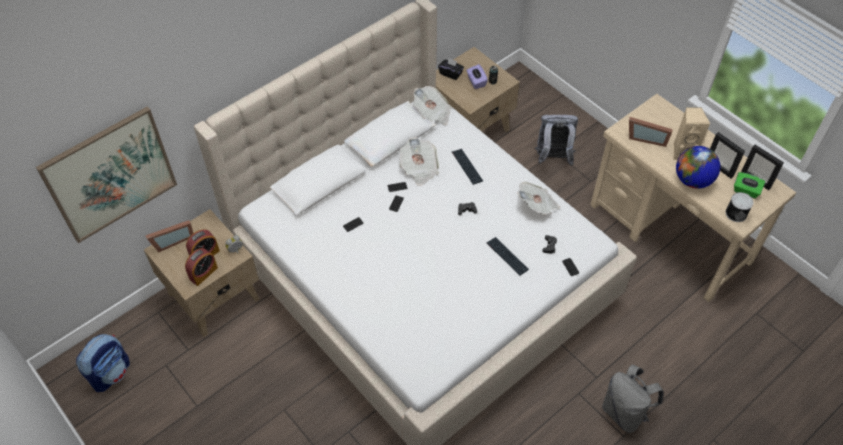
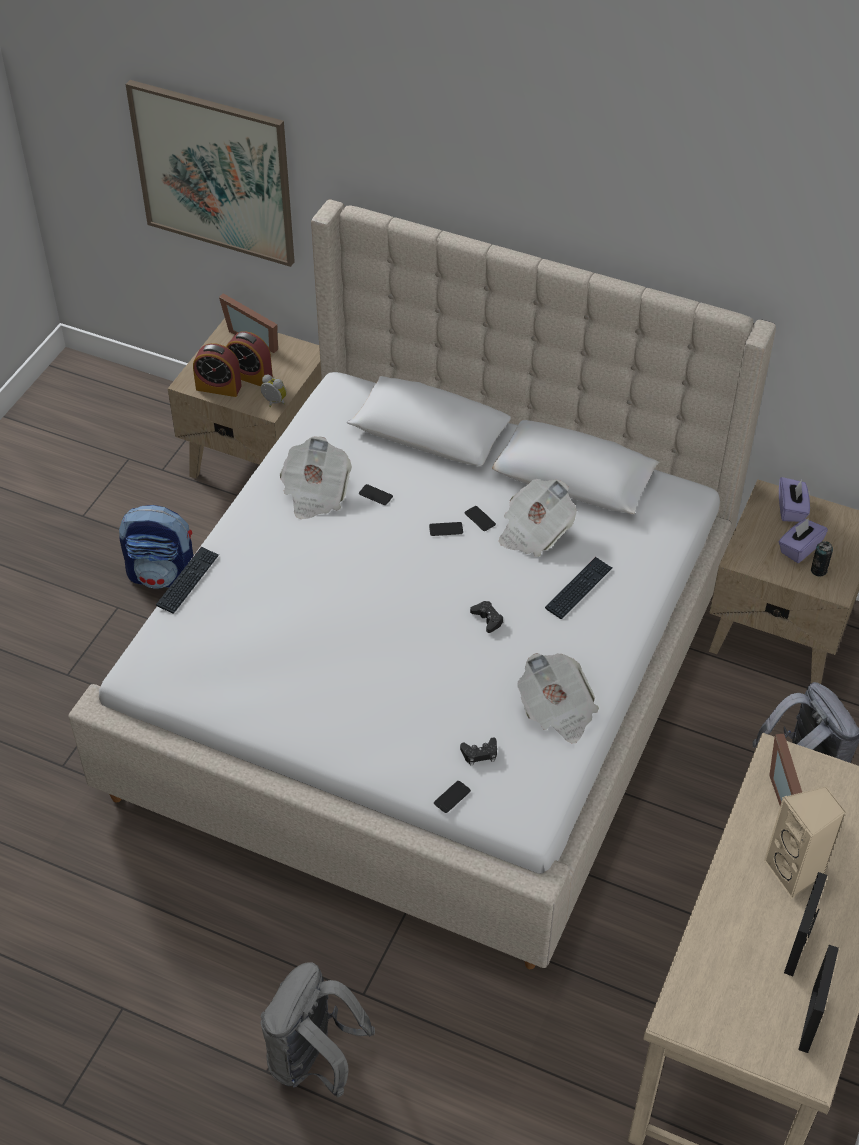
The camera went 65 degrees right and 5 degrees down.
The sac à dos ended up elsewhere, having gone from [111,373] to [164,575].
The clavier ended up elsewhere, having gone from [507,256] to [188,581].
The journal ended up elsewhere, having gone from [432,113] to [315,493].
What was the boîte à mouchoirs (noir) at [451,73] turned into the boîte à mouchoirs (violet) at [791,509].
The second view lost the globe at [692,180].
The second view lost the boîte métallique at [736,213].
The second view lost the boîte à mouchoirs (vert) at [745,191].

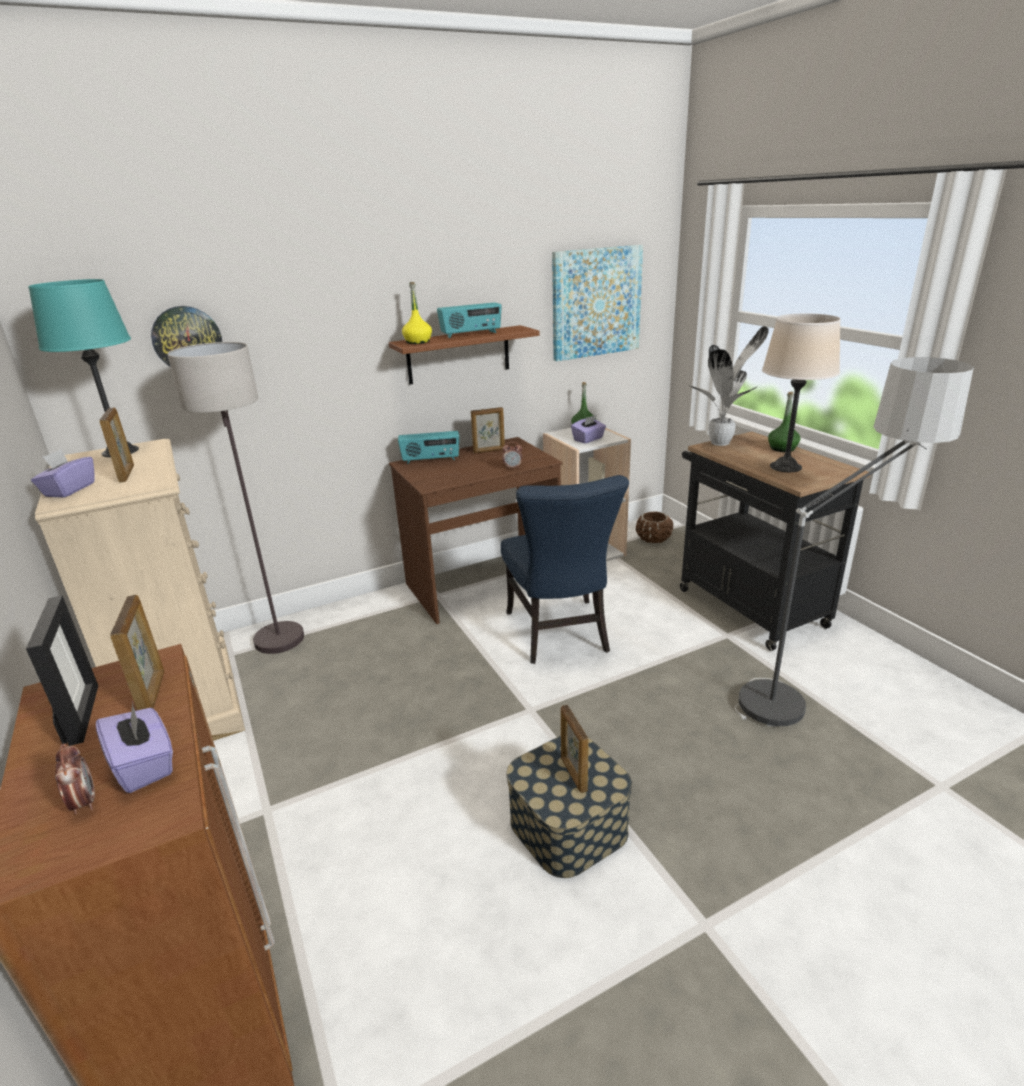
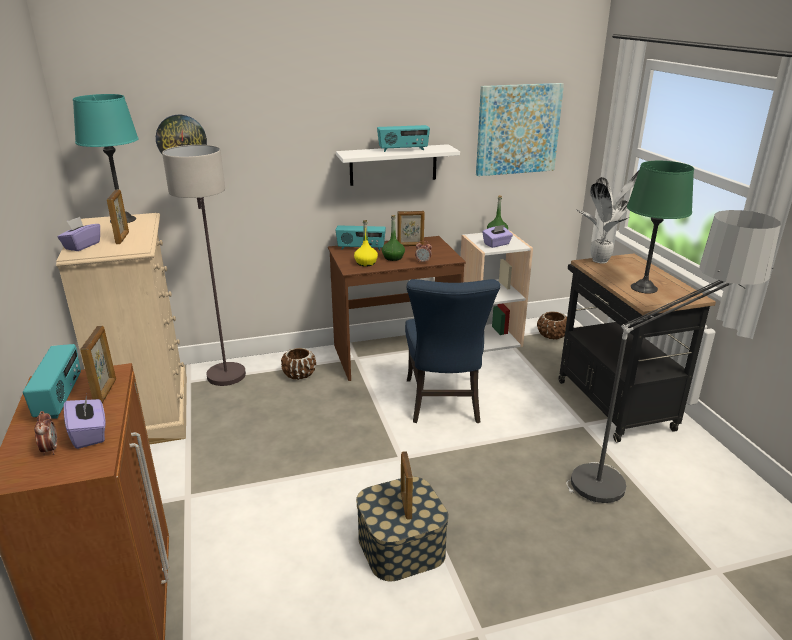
The camera went 10 degrees right and 0 degrees up.
Where the cadre photo stood at [82,714], the radio came to stand at [60,398].
The second view gained the cache-pot (marron) at [299,374].
What was the étagère (marron) at [458,355] turned into the étagère (blanc) at [393,165].
The bouteille (jaune) ended up elsewhere, having gone from [418,342] to [366,263].
The bouteille (vert) ended up elsewhere, having gone from [782,448] to [393,257].
What was the lampe de table (beige) at [785,467] turned into the lampe de table (vert) at [643,288].

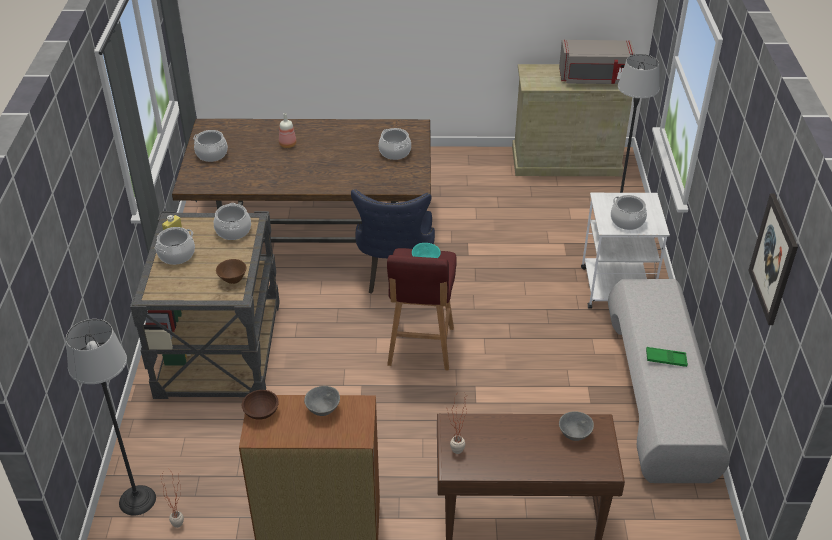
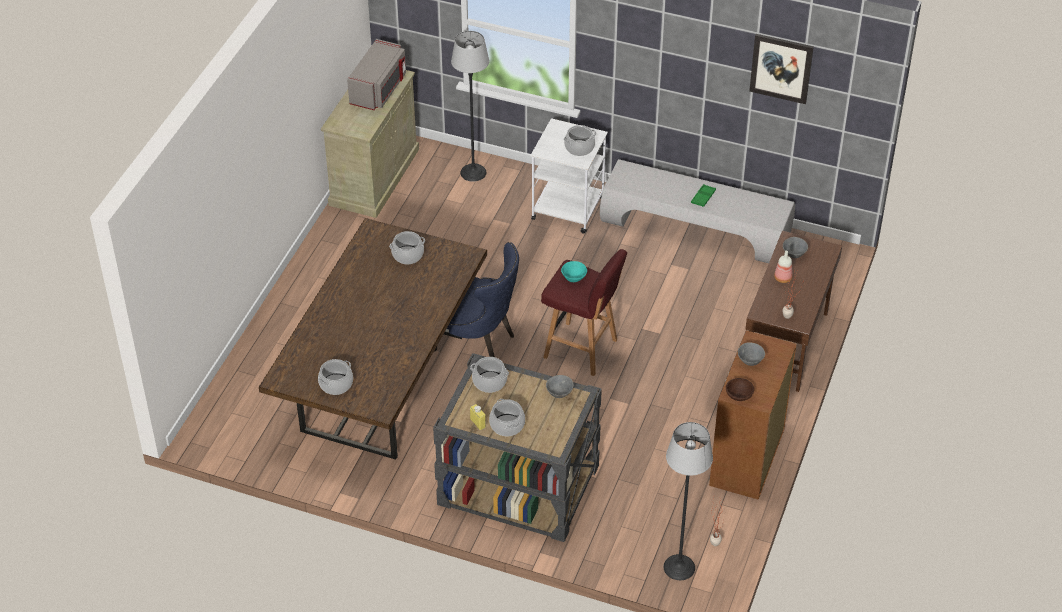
The camera went 70 degrees left and 5 degrees up.
What was the bol (marron) at [233,278] turned into the bol (gris) at [559,393].
The bouteille ended up elsewhere, having gone from [287,145] to [783,278].

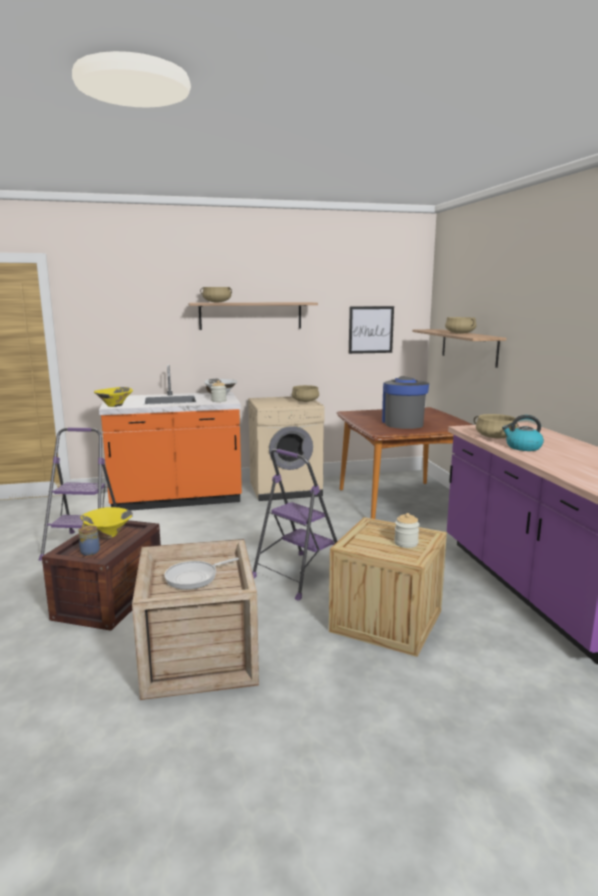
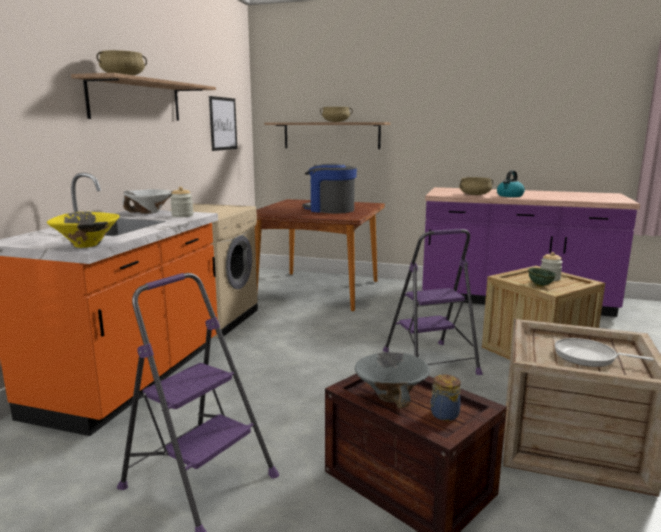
The camera went 60 degrees left and 0 degrees up.
What was the bol (jaune) at [108,535] turned into the bol (gris) at [391,396].
The second view gained the bol (vert) at [540,285].
The poêle at [194,577] ended up facing another way, 120 degrees clockwise from before.
The second view lost the marmite (beige) at [305,401].

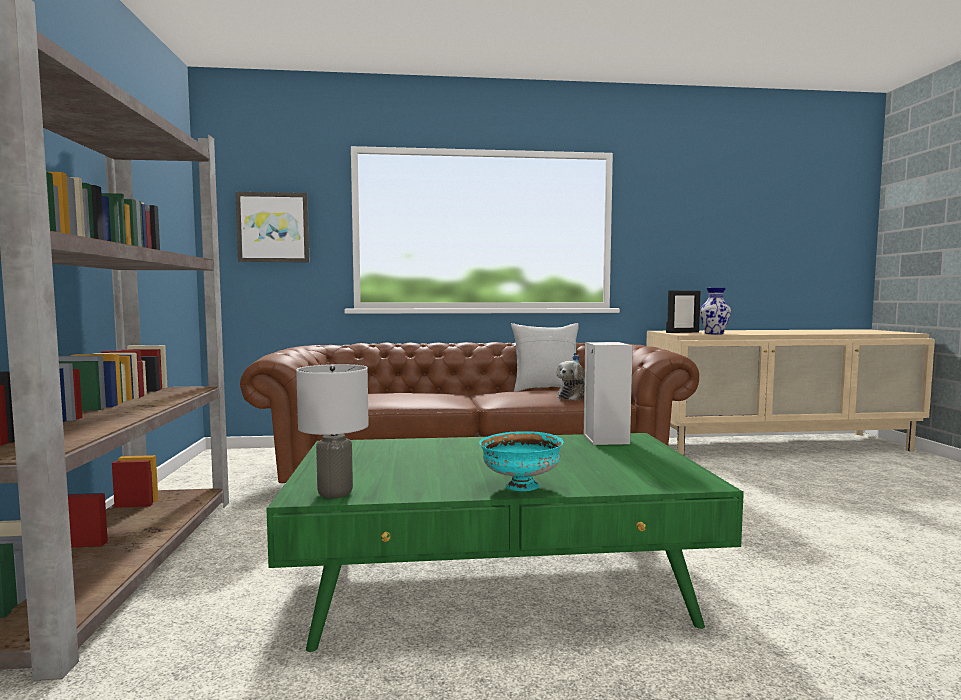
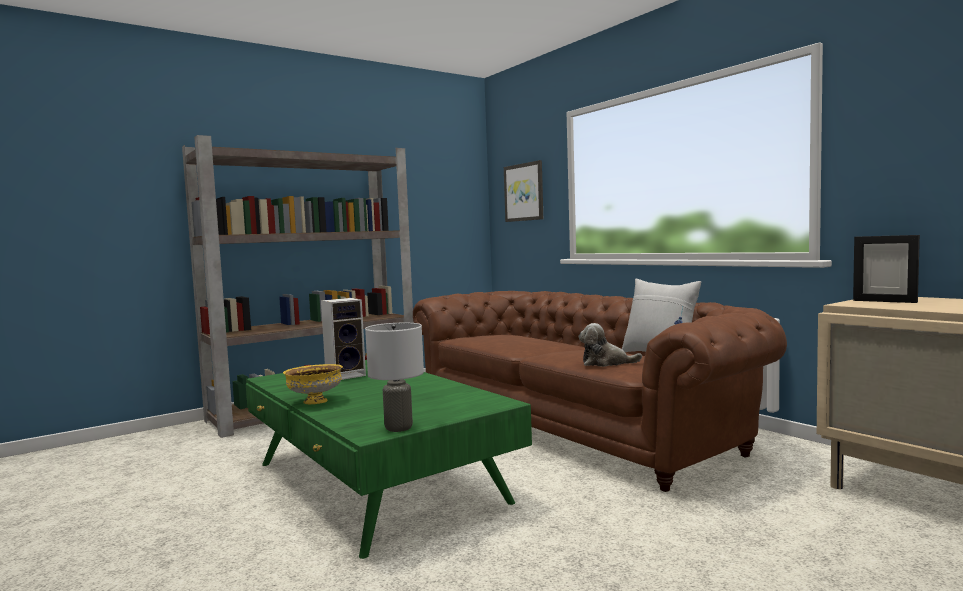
The camera went 60 degrees right and 0 degrees up.
What was the bol (turquoise) at [520,487] turned into the bol (jaune) at [314,402].
The enceinte ended up elsewhere, having gone from [604,439] to [346,375].
The lampe de table (blanc) ended up elsewhere, having gone from [334,494] to [397,428].
The second view lost the vase at [714,333].

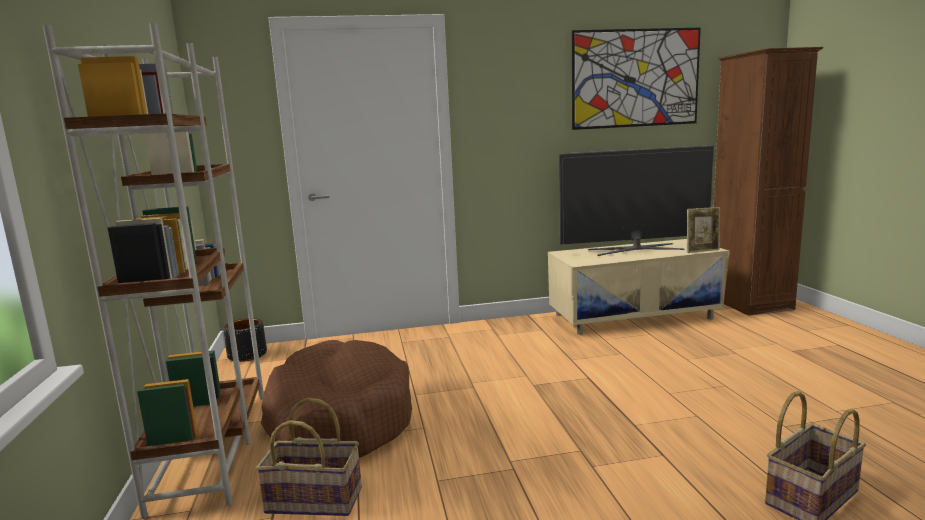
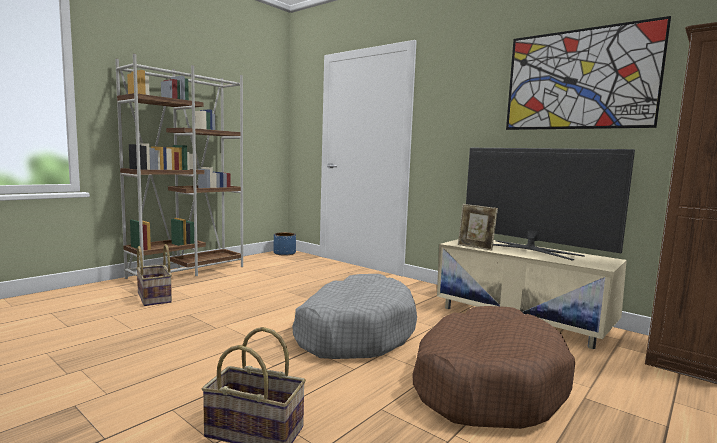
The camera went 50 degrees right and 5 degrees down.
What was the cache-pot (noir) at [247,355] turned into the cache-pot (bleu) at [284,253].
The second view gained the panier pour chien (gris) at [354,332].
The panier pour chien (marron) ended up elsewhere, having gone from [339,419] to [486,383].
The cadre photo ended up elsewhere, having gone from [702,251] to [475,247].

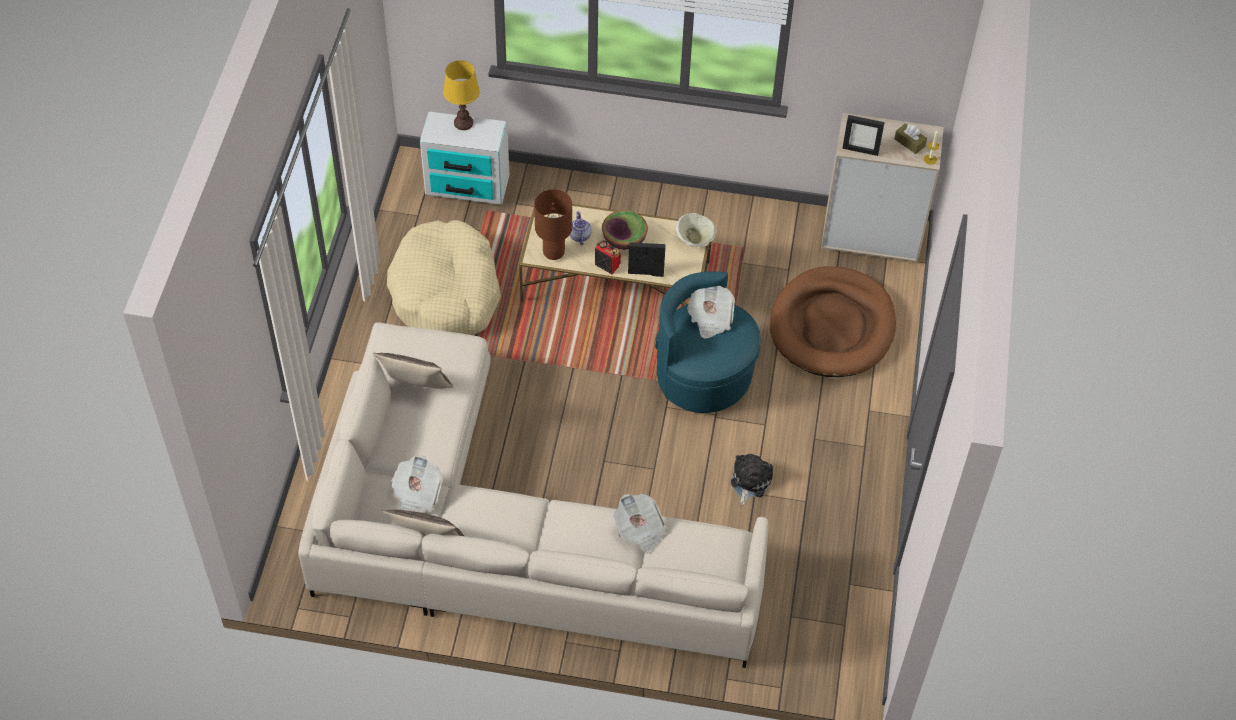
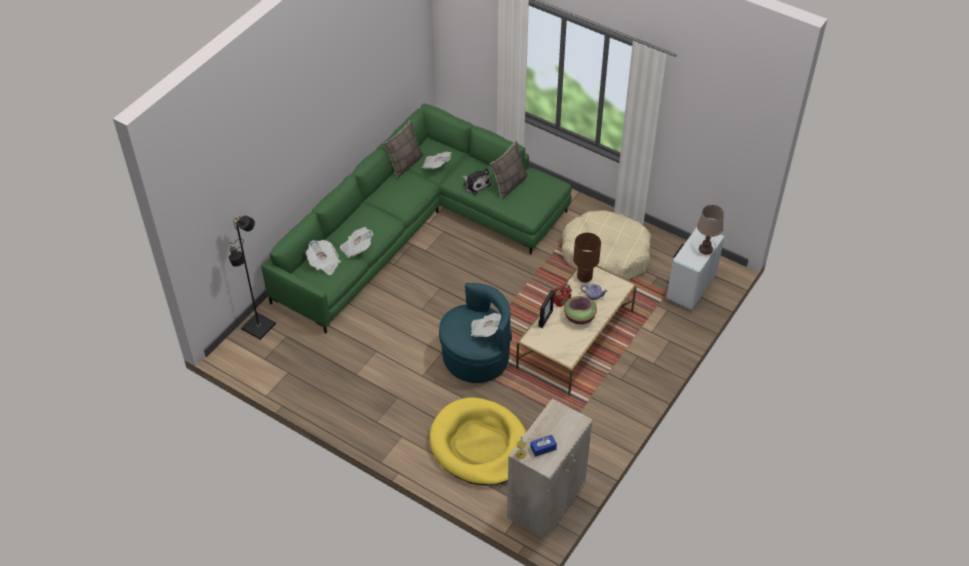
The camera went 115 degrees right and 5 degrees down.
The second view gained the lampadaire (noir) at [258,326].
What was the canapé (beige) at [500,535] turned into the canapé (vert) at [417,228].
The second view gained the journal at [324,263].
What was the panier pour chien (marron) at [832,326] turned into the panier pour chien (jaune) at [480,445].
The peluche ended up elsewhere, having gone from [749,482] to [475,184].
What was the boîte à mouchoirs (marron) at [909,142] turned into the boîte à mouchoirs (bleu) at [543,448].
What was the lampe de table (jaune) at [463,123] turned into the lampe de table (marron) at [705,249].
The second view lost the bol (beige) at [694,240].
The second view lost the cadre photo at [860,150].

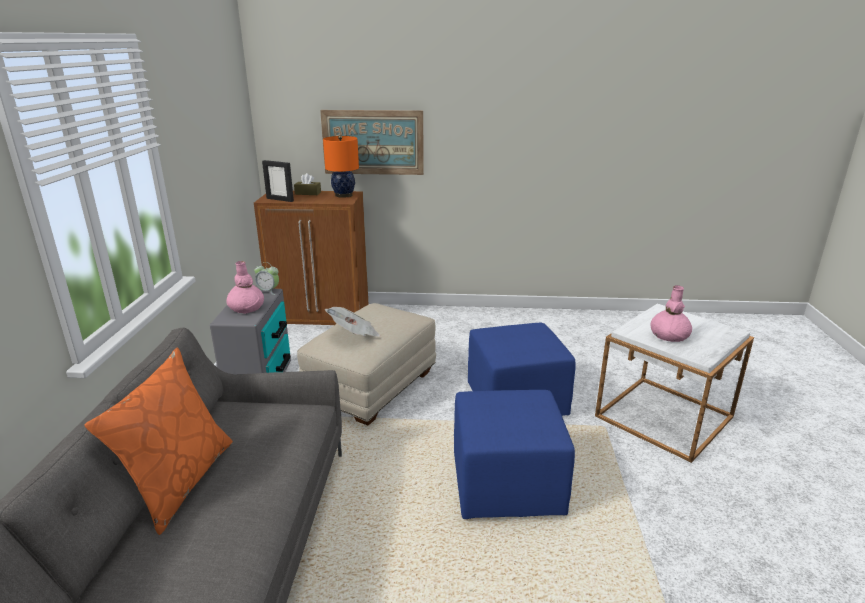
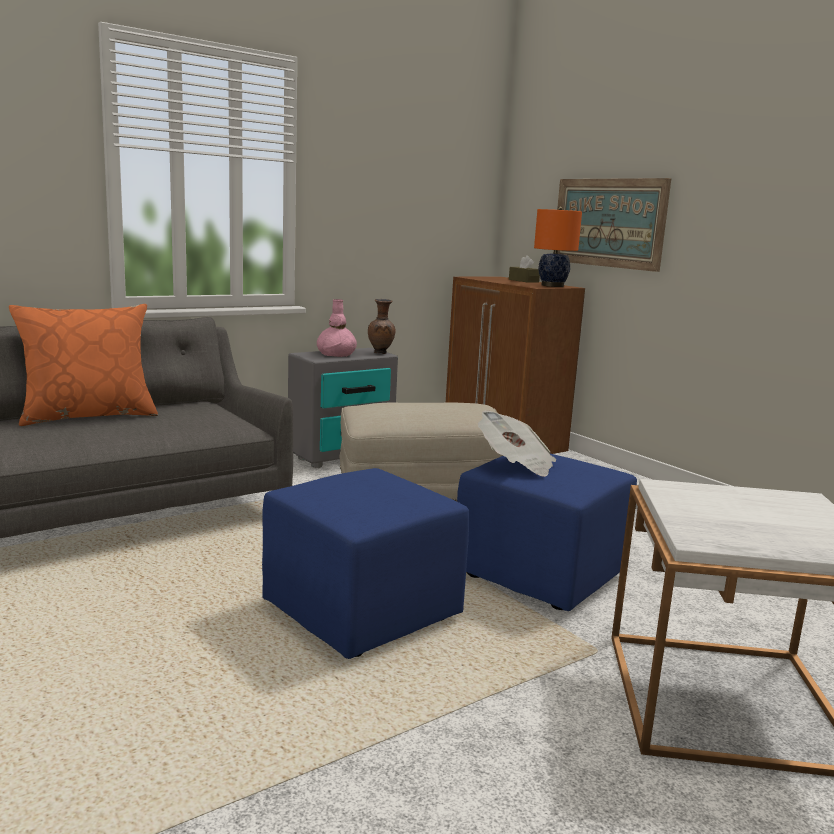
The camera went 50 degrees right and 10 degrees down.
Where the réveil stood at [268,291], the vase (marron) came to stand at [381,353].
The journal ended up elsewhere, having gone from [354,335] to [516,464].
The second view lost the cadre photo at [280,199].
The second view lost the vase (rose) at [668,336].

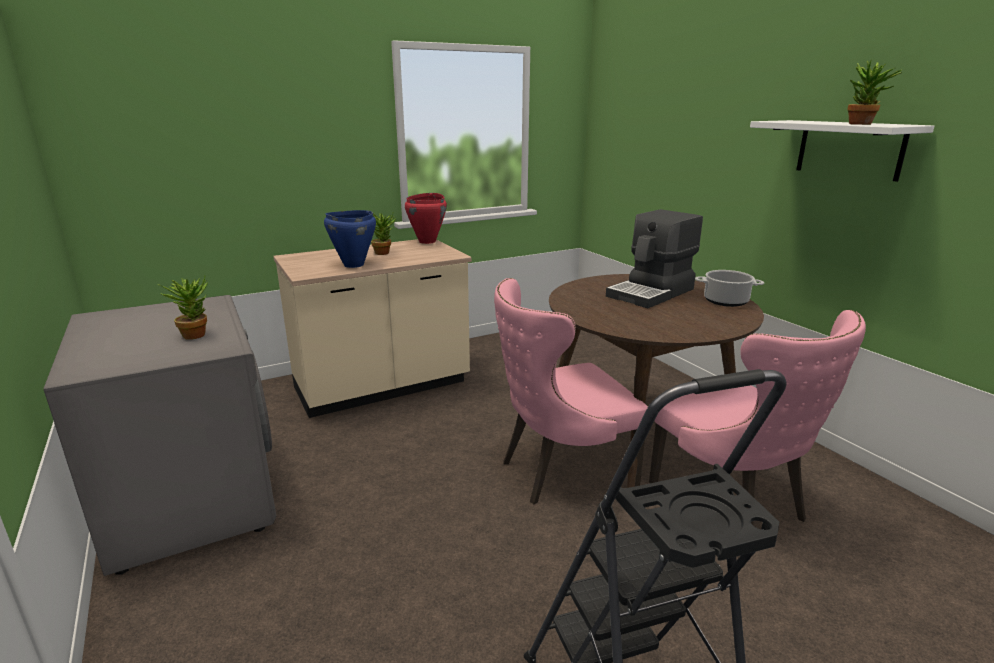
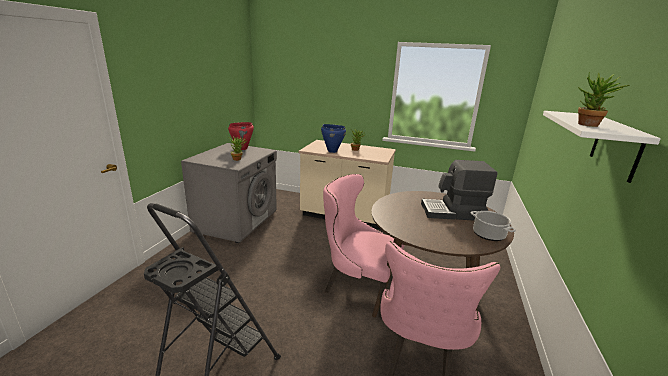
The camera went 45 degrees right and 0 degrees up.
The marmite (rouge) ended up elsewhere, having gone from [427,241] to [242,148].

